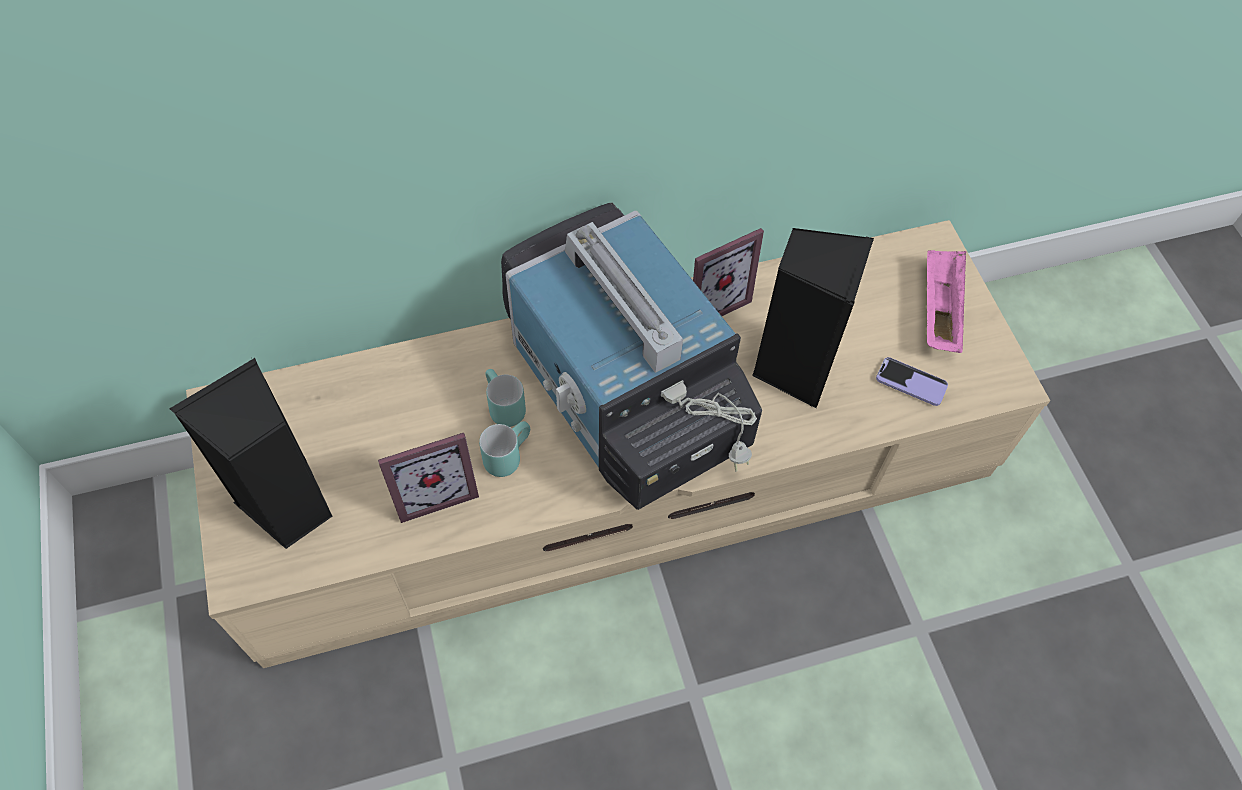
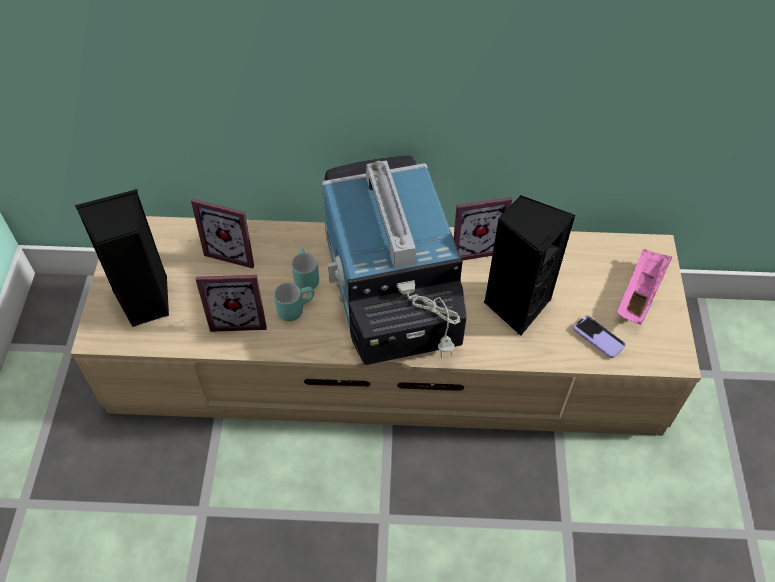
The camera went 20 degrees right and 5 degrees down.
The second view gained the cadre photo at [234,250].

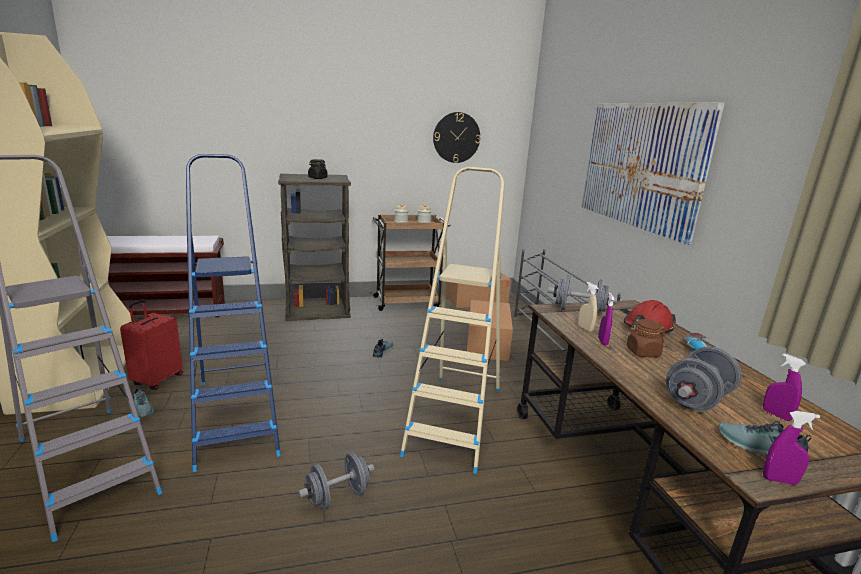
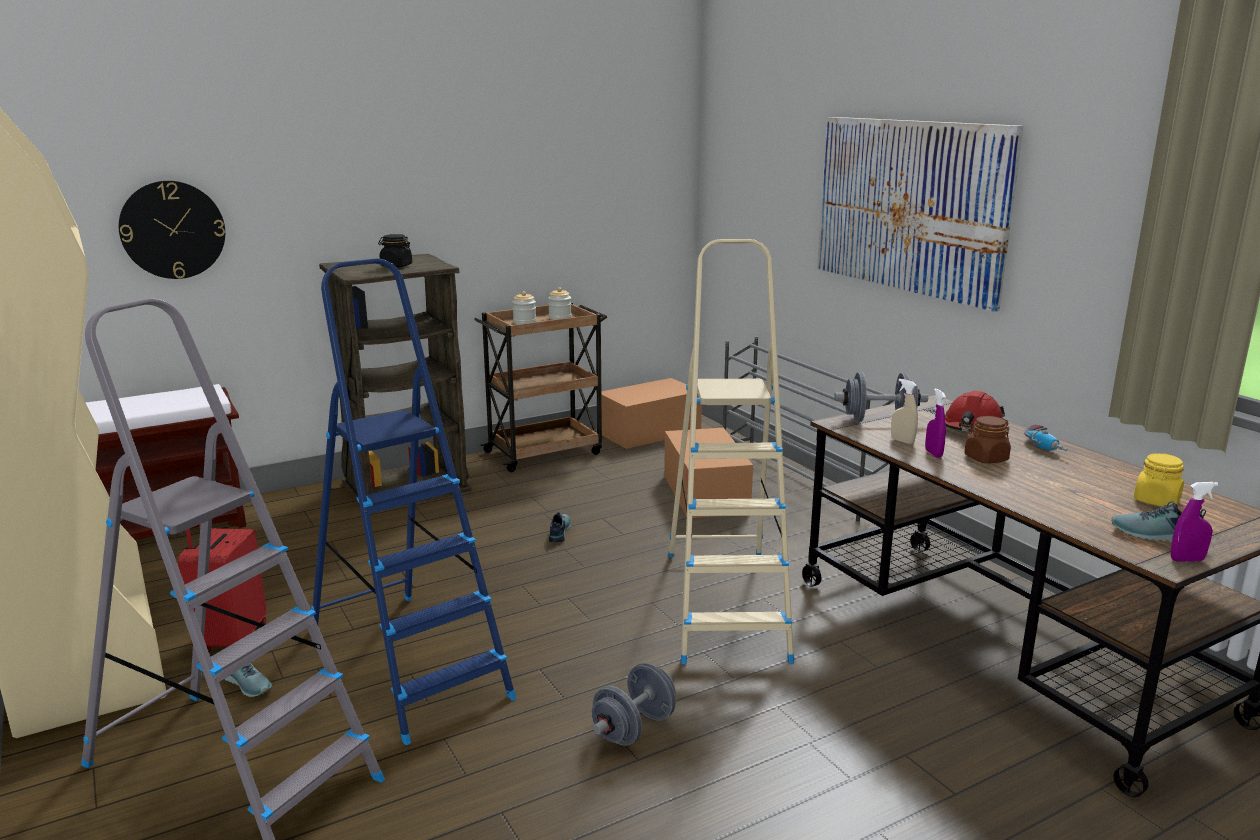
The camera went 15 degrees left and 0 degrees up.
The horloge murale ended up elsewhere, having gone from [456,137] to [172,230].
Where the vaporisateur (violet) stood at [776,415], the bocal (jaune) came to stand at [1156,501].
The second view lost the haltère (gris) at [697,400].

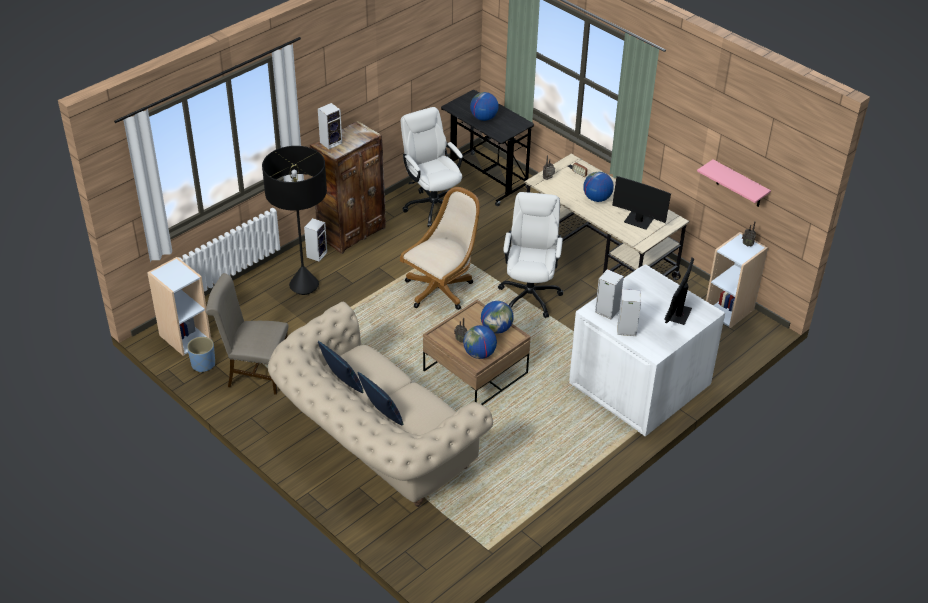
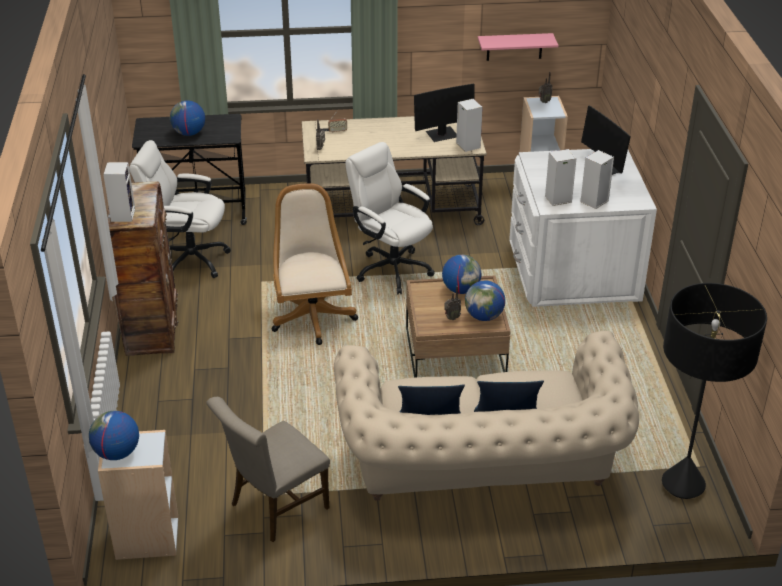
The camera went 50 degrees left and 5 degrees down.
The globe ended up elsewhere, having gone from [597,198] to [117,453].
The enceinte ended up elsewhere, having gone from [317,254] to [467,145].
The lampadaire (noir) ended up elsewhere, having gone from [304,287] to [682,486].
The second view lost the cache-pot (bleu) at [203,364].

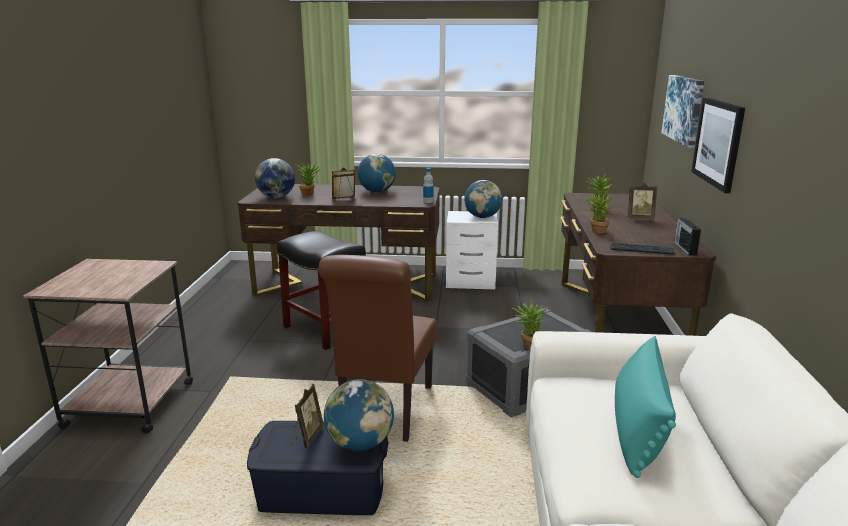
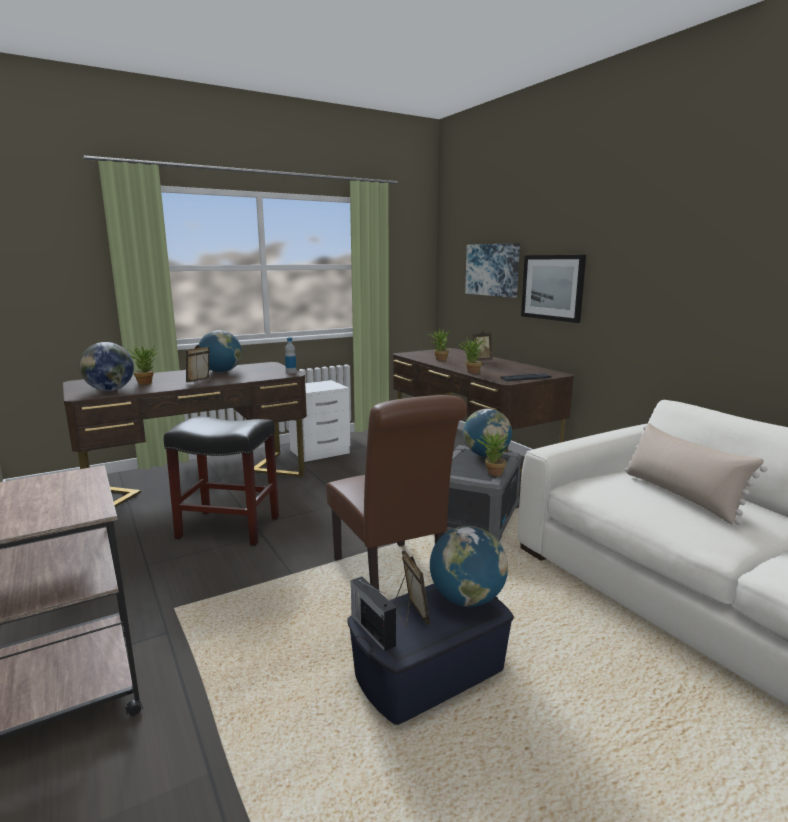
The camera went 35 degrees left and 5 degrees down.
The radio ended up elsewhere, having gone from [685,248] to [372,630].
The globe ended up elsewhere, having gone from [482,217] to [486,455].
What was the coussin (turquoise) at [637,428] turned into the coussin (beige) at [680,496].

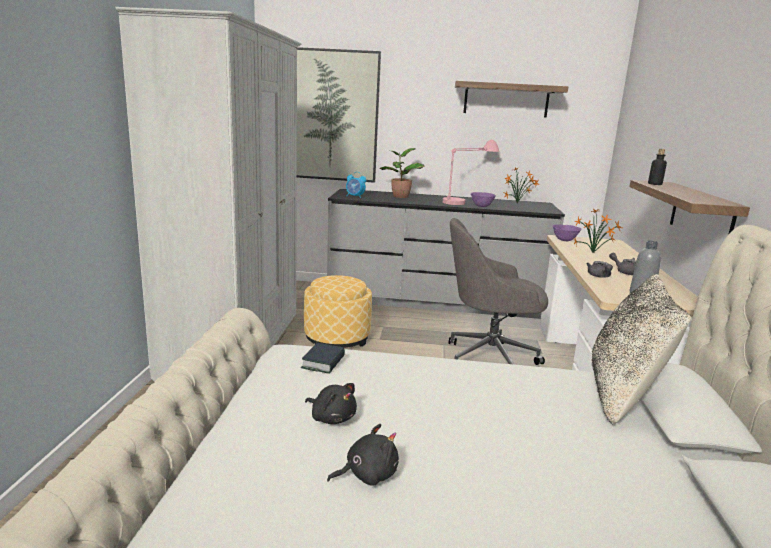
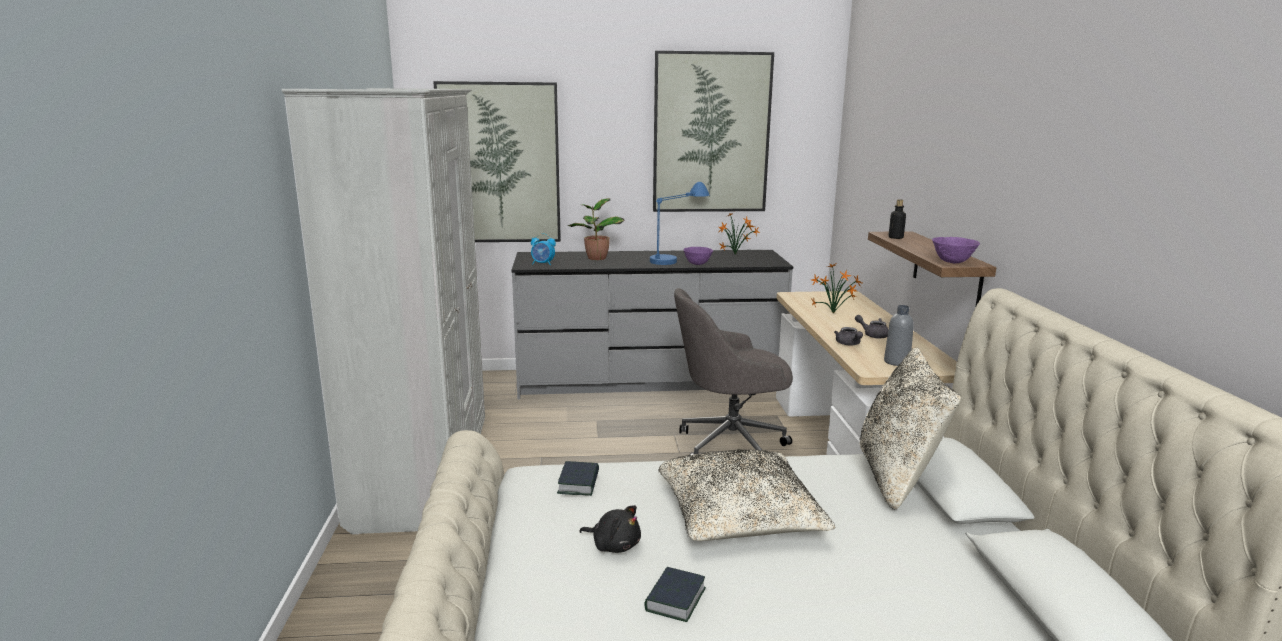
The camera went 10 degrees left and 0 degrees up.
Where the peluche (noir) stood at [367,475], the livre came to stand at [675,599].
What was the lampe de table (rose) at [467,201] turned into the lampe de table (bleu) at [678,257].
Where the étagère hung at [506,100], the tableau came to hang at [711,133].
The second view gained the coussin (beige) at [739,514].
The bol (violet) ended up elsewhere, having gone from [565,240] to [953,262].
The second view lost the pouf at [337,338].

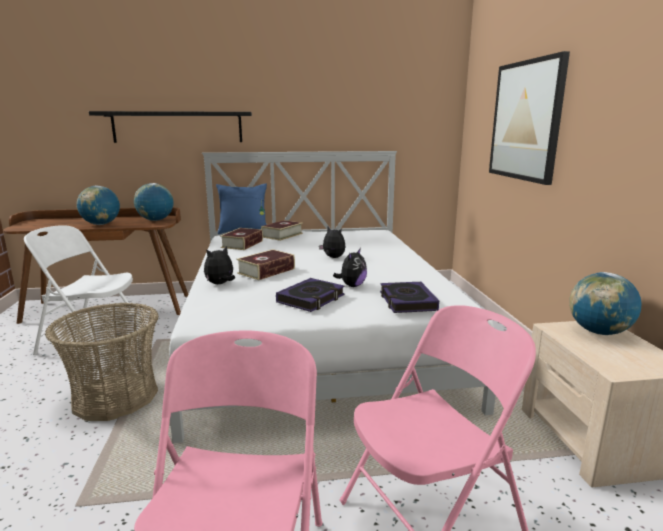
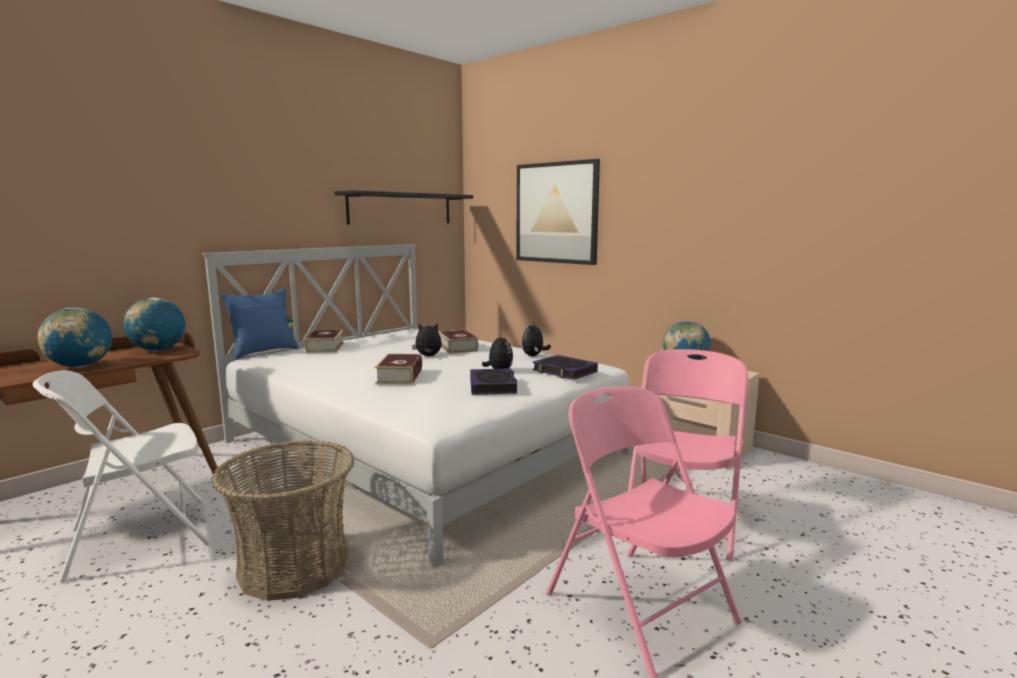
The camera went 40 degrees left and 5 degrees down.
The étagère (noir) ended up elsewhere, having gone from [178,127] to [401,208].
The livre ended up elsewhere, having gone from [242,244] to [457,347].
The peluche ended up elsewhere, having gone from [220,284] to [534,356].

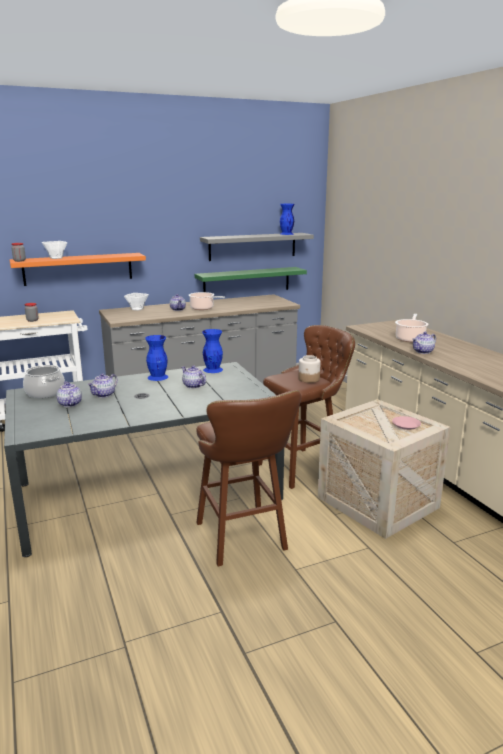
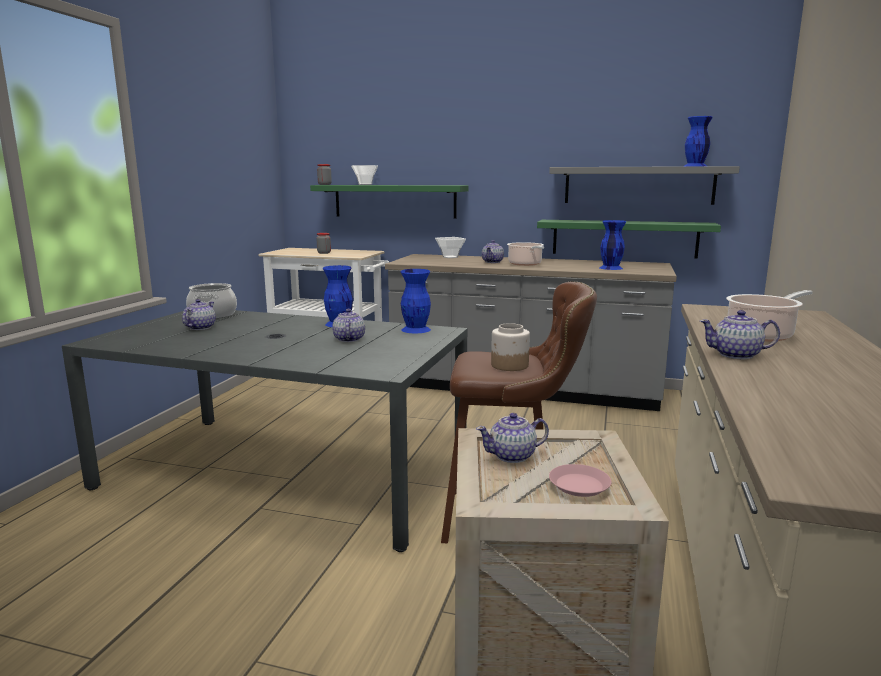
The camera went 40 degrees right and 5 degrees down.
What was the étagère (orange) at [78,269] turned into the étagère (vert) at [394,201].
The théière ended up elsewhere, having gone from [104,394] to [513,456].
The second view gained the vase (bleu) at [610,268].
The second view lost the tabouret (marron) at [244,542].

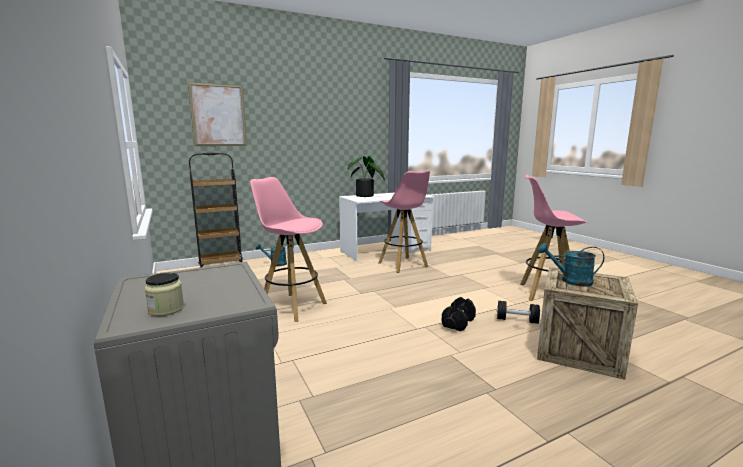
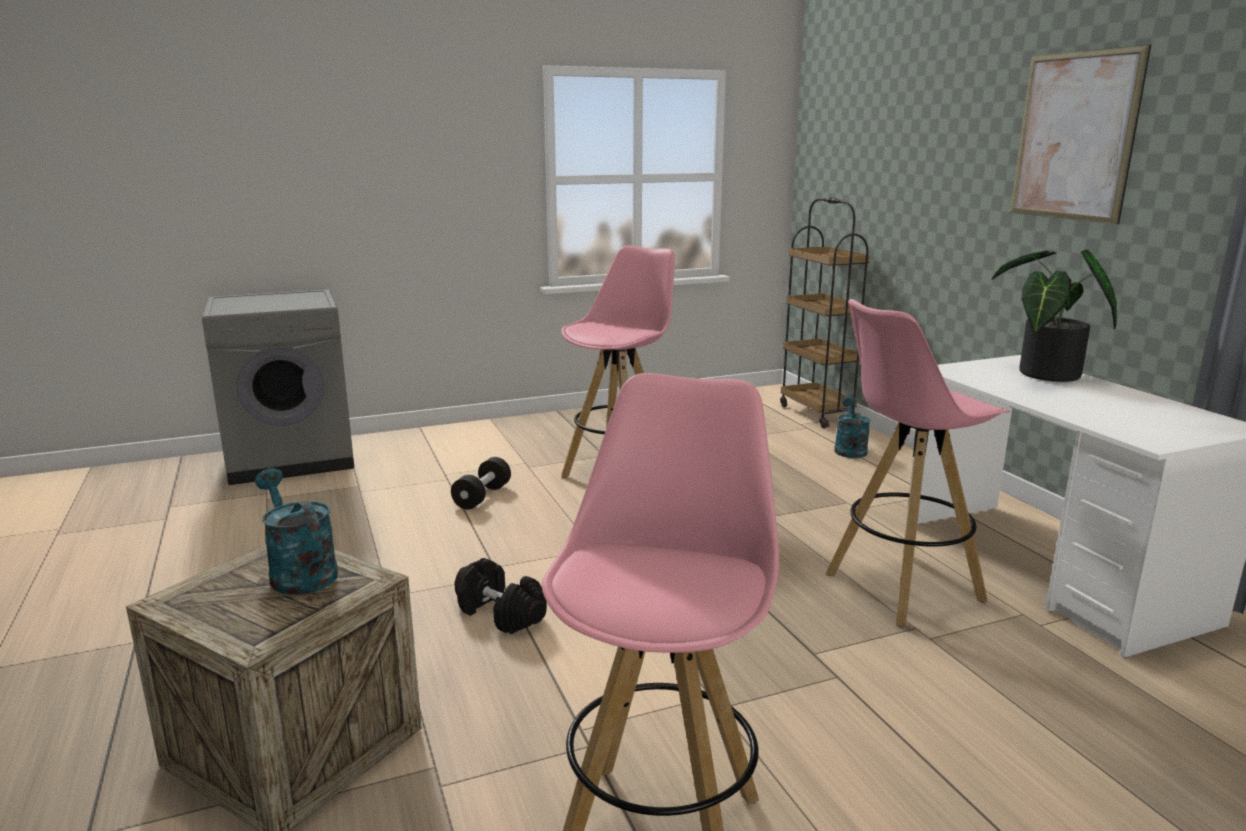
The camera went 95 degrees right and 5 degrees up.
The arrosoir (turquoise) at [570,281] ended up facing another way, 60 degrees counterclockwise from before.
The haltère (noir) ended up elsewhere, having gone from [517,320] to [482,496].
The tableau ended up elsewhere, having gone from [218,115] to [1074,136].
The second view lost the bocal at [166,309].

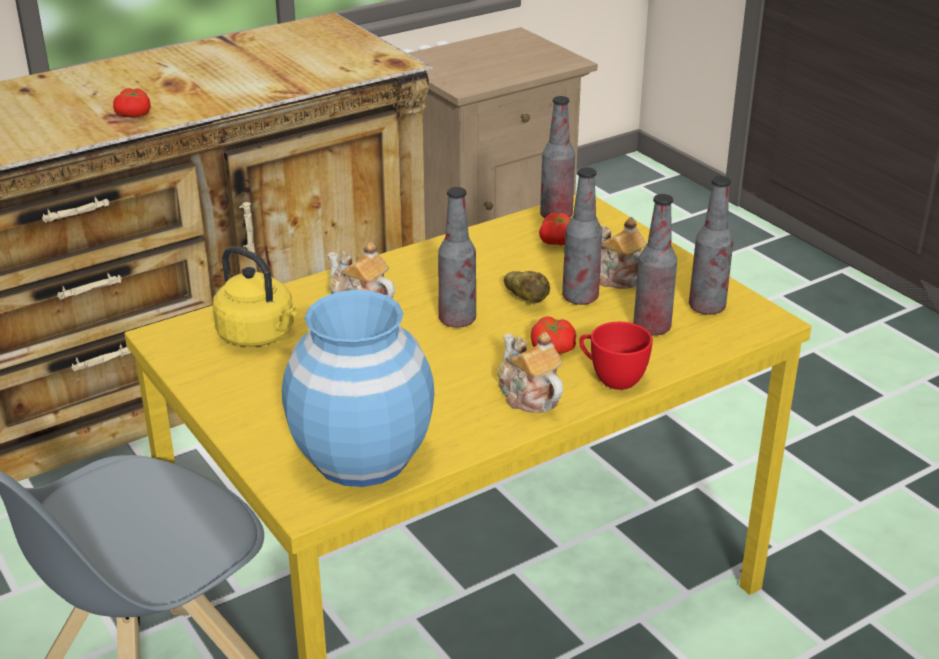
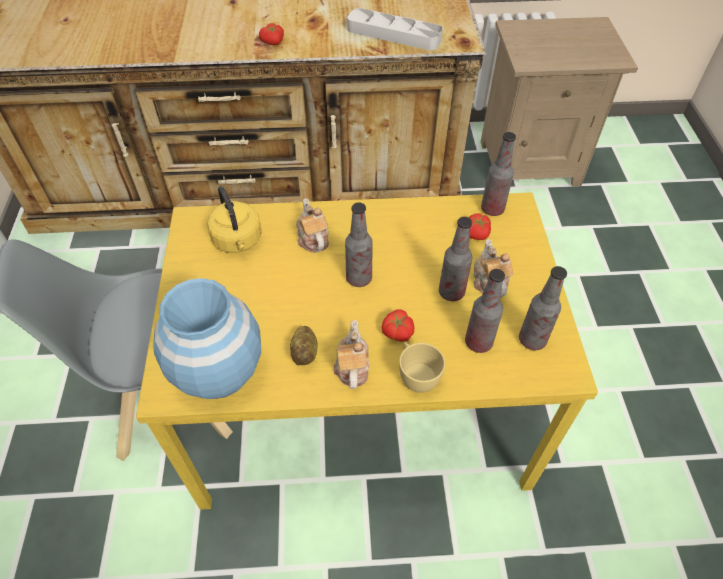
The camera went 30 degrees right and 20 degrees up.
The pomme de terre ended up elsewhere, having gone from [526,300] to [305,352].
The second view gained the plateau (gris) at [393,34].
What was the tasse (rouge) at [611,378] turned into the tasse (jaune) at [416,376].

